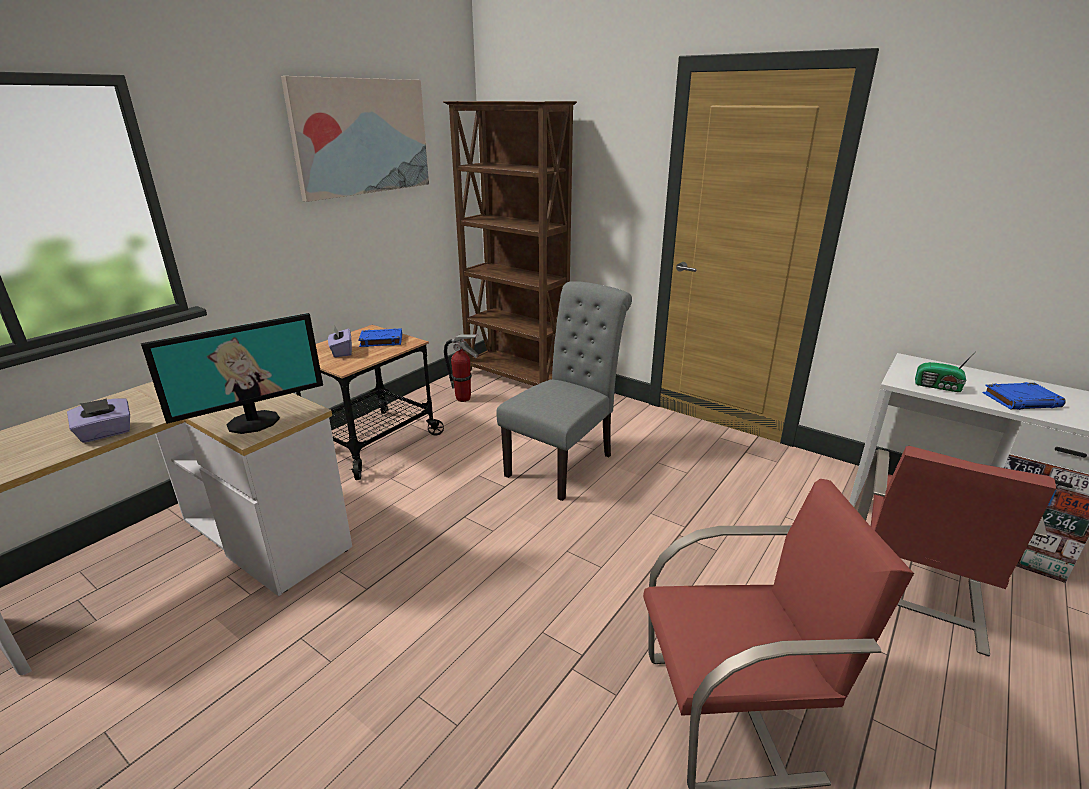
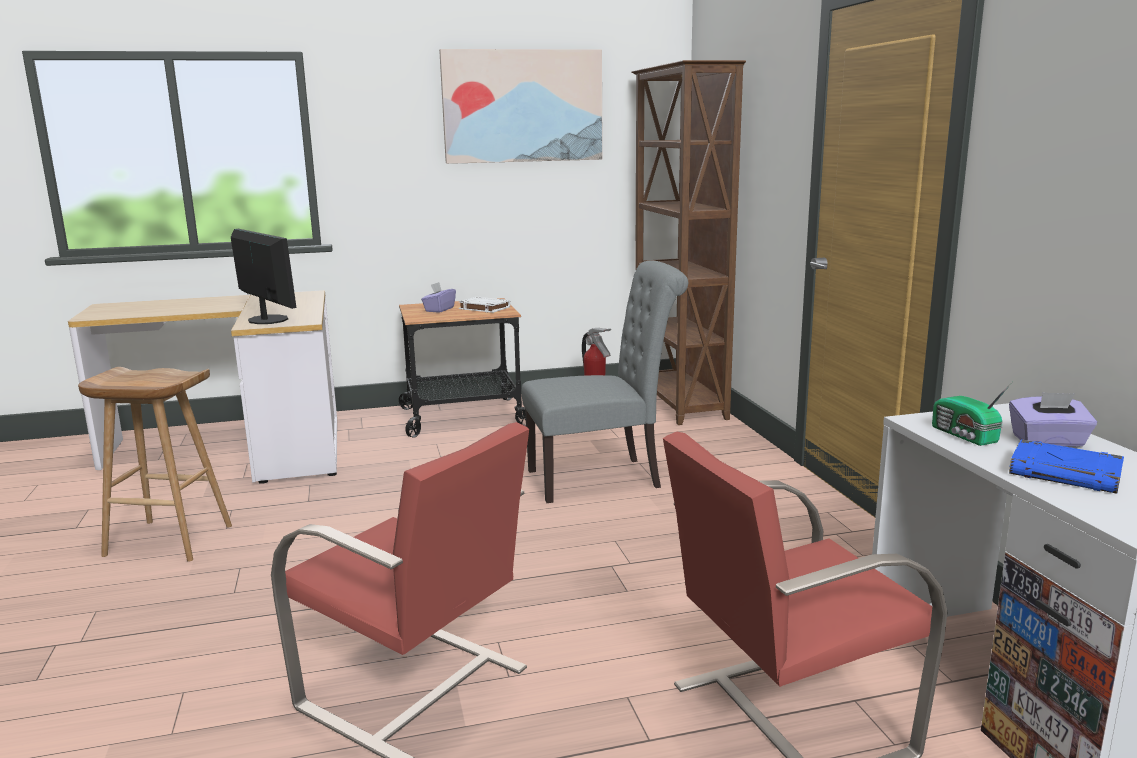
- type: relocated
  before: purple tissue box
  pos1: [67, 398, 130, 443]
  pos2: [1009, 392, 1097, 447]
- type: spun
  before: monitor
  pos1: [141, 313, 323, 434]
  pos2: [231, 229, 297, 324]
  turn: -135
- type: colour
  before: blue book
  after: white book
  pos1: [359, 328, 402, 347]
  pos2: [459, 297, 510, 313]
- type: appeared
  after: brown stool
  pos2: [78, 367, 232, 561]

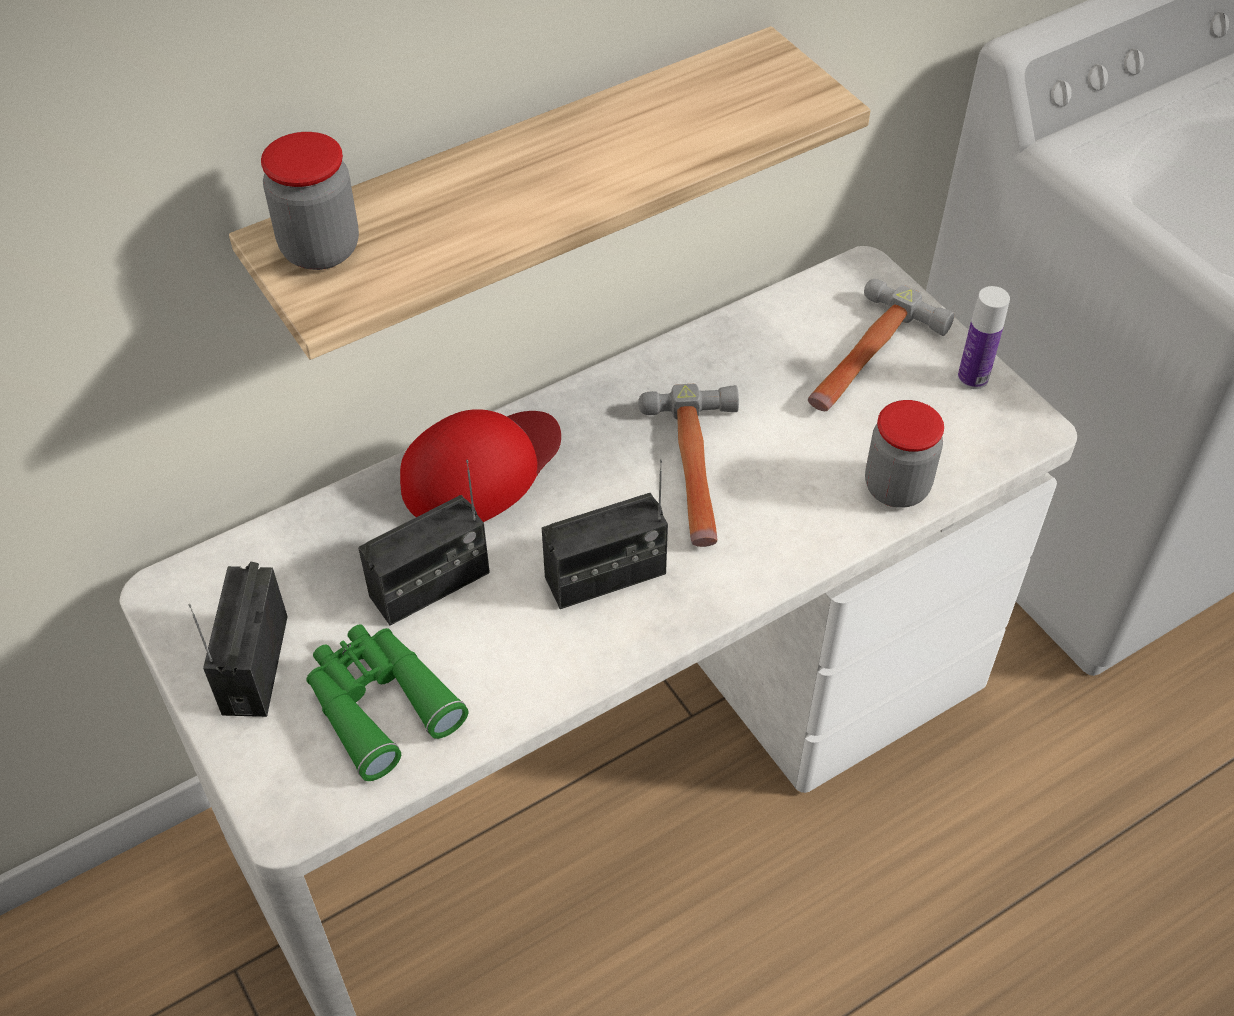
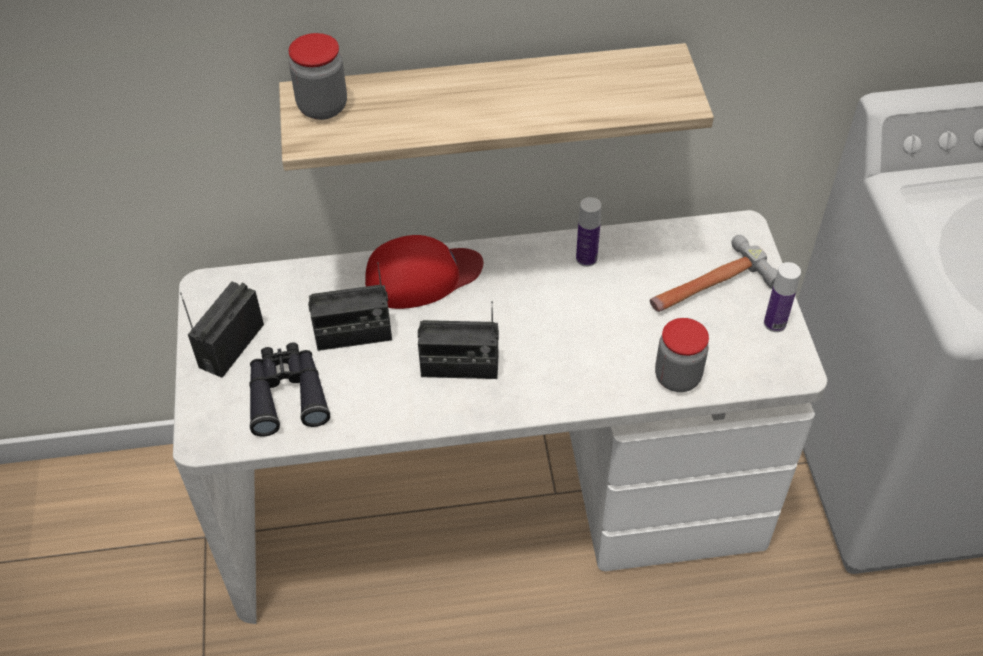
- type: colour
  before: green binoculars
  after: black binoculars
  pos1: [306, 624, 468, 781]
  pos2: [249, 342, 330, 437]
- type: missing
  before: hammer
  pos1: [638, 384, 739, 547]
- type: appeared
  after: bottle
  pos2: [576, 197, 601, 267]

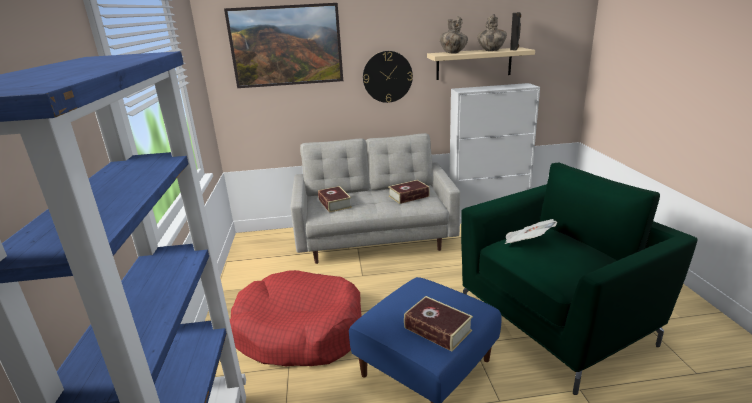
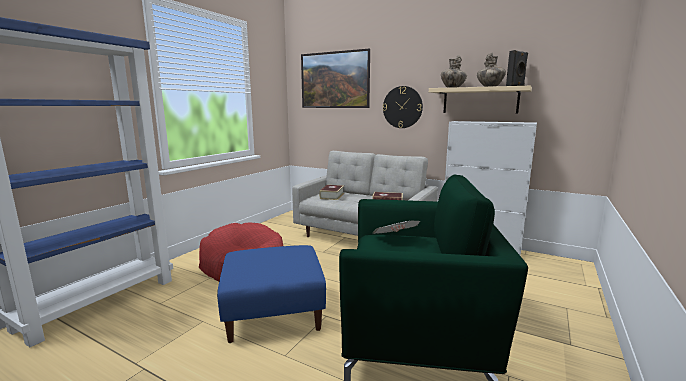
- type: missing
  before: book
  pos1: [404, 296, 473, 351]

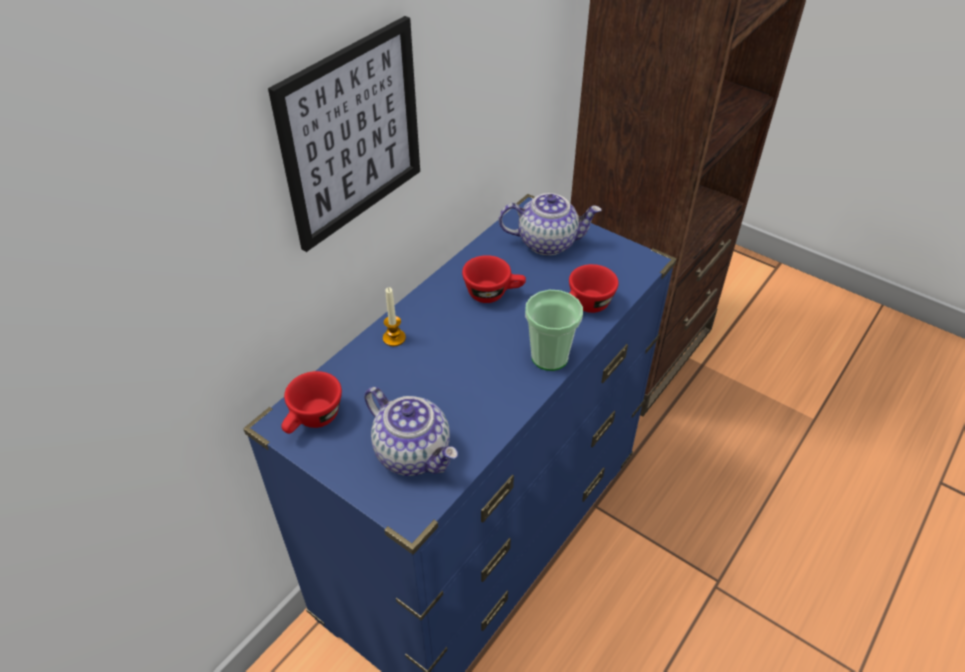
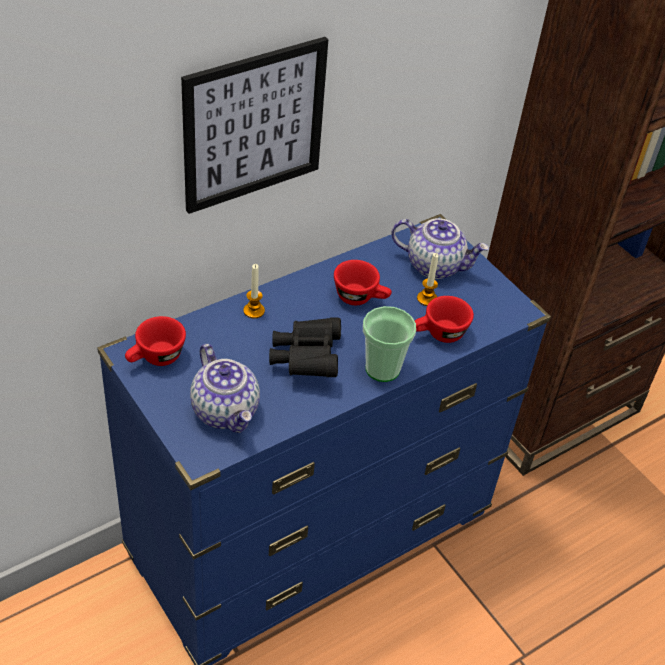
- type: appeared
  after: black binoculars
  pos2: [269, 317, 341, 377]
- type: appeared
  after: candle
  pos2: [417, 253, 439, 306]

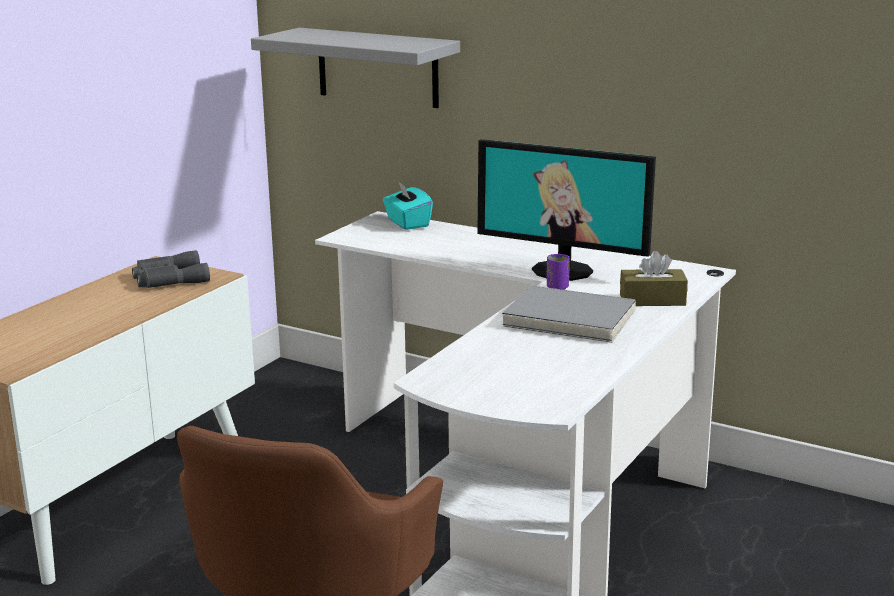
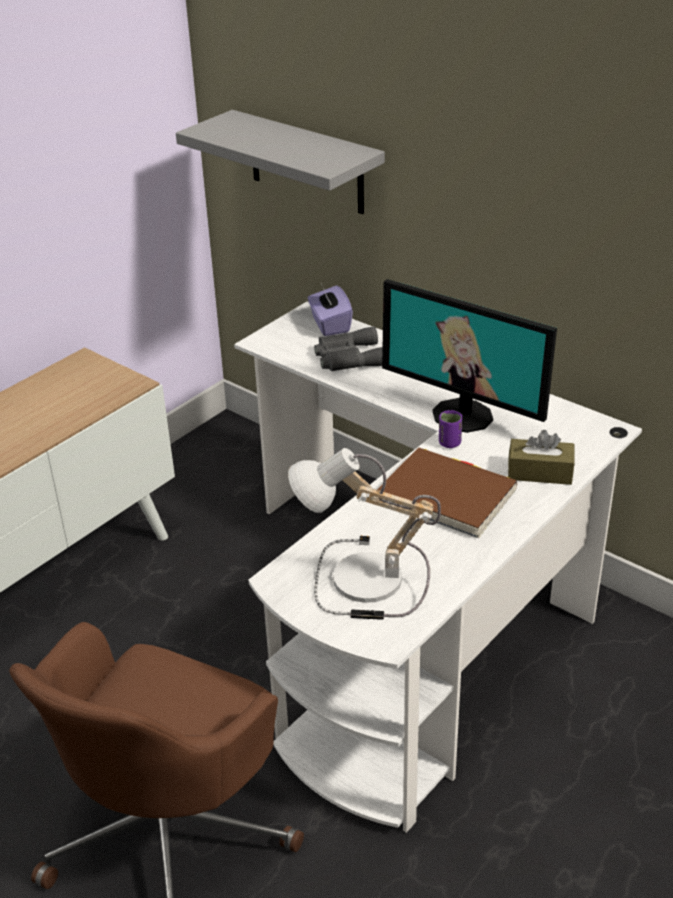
- type: relocated
  before: grey binoculars
  pos1: [132, 250, 210, 288]
  pos2: [314, 327, 383, 371]
- type: colour
  before: turquoise tissue box
  after: purple tissue box
  pos1: [383, 181, 433, 230]
  pos2: [308, 283, 353, 336]
- type: colour
  before: grey book
  after: brown book
  pos1: [502, 285, 636, 343]
  pos2: [377, 447, 517, 539]
- type: appeared
  after: table lamp
  pos2: [288, 448, 441, 620]

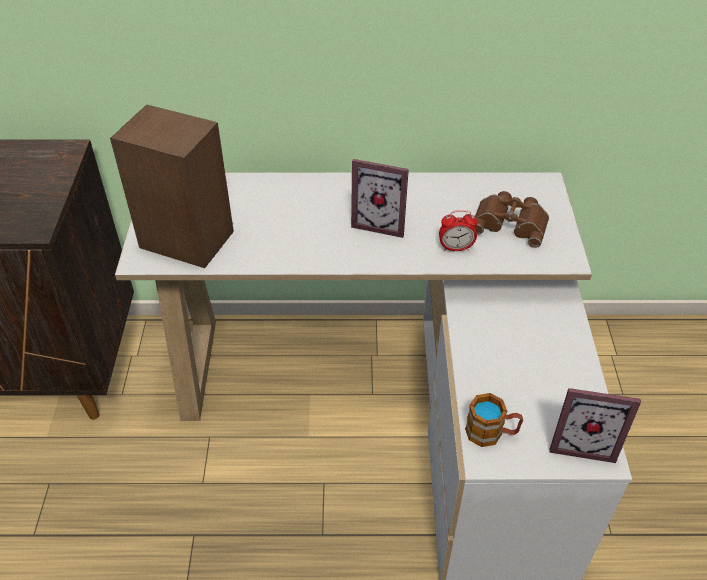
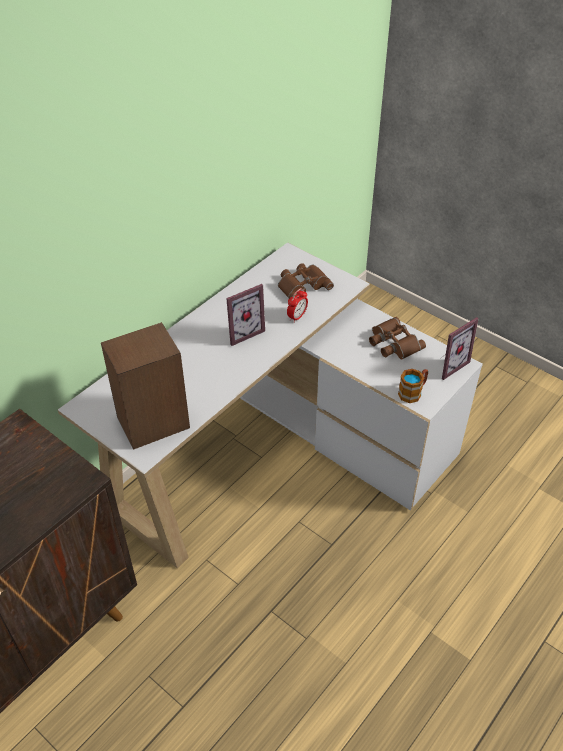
- type: appeared
  after: brown binoculars
  pos2: [369, 317, 426, 360]

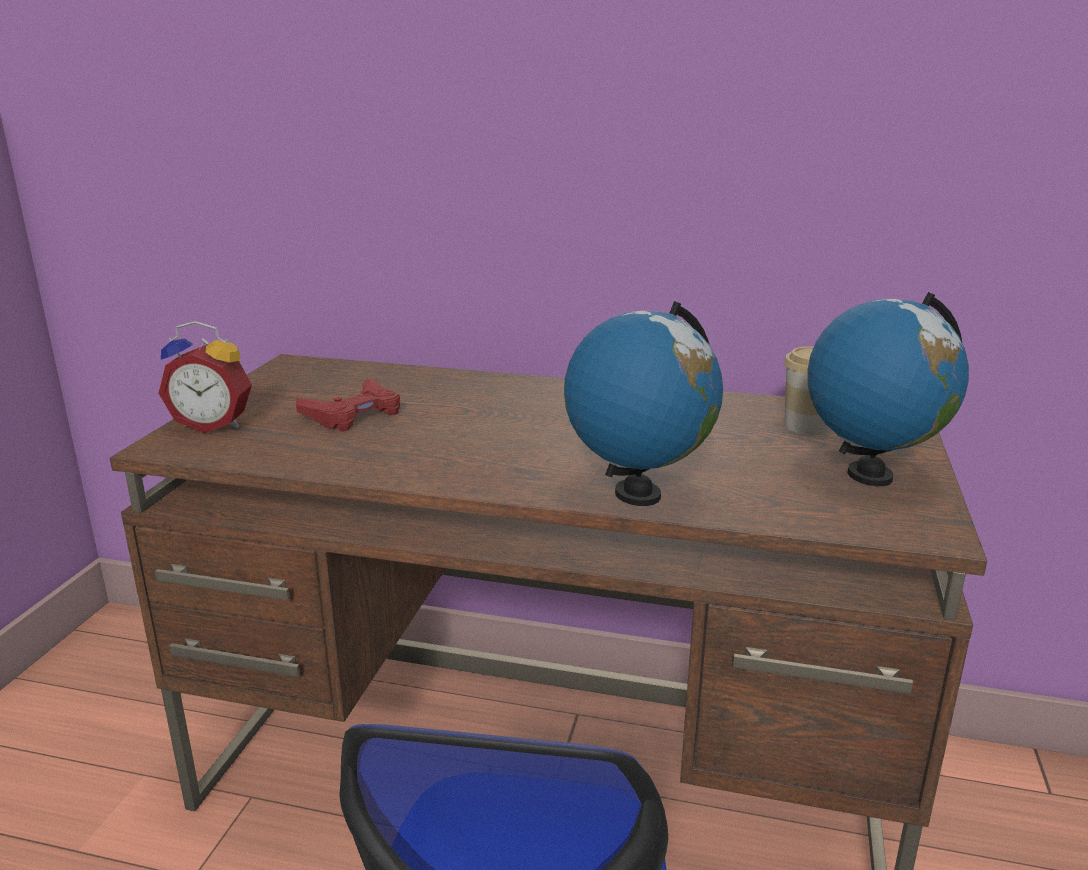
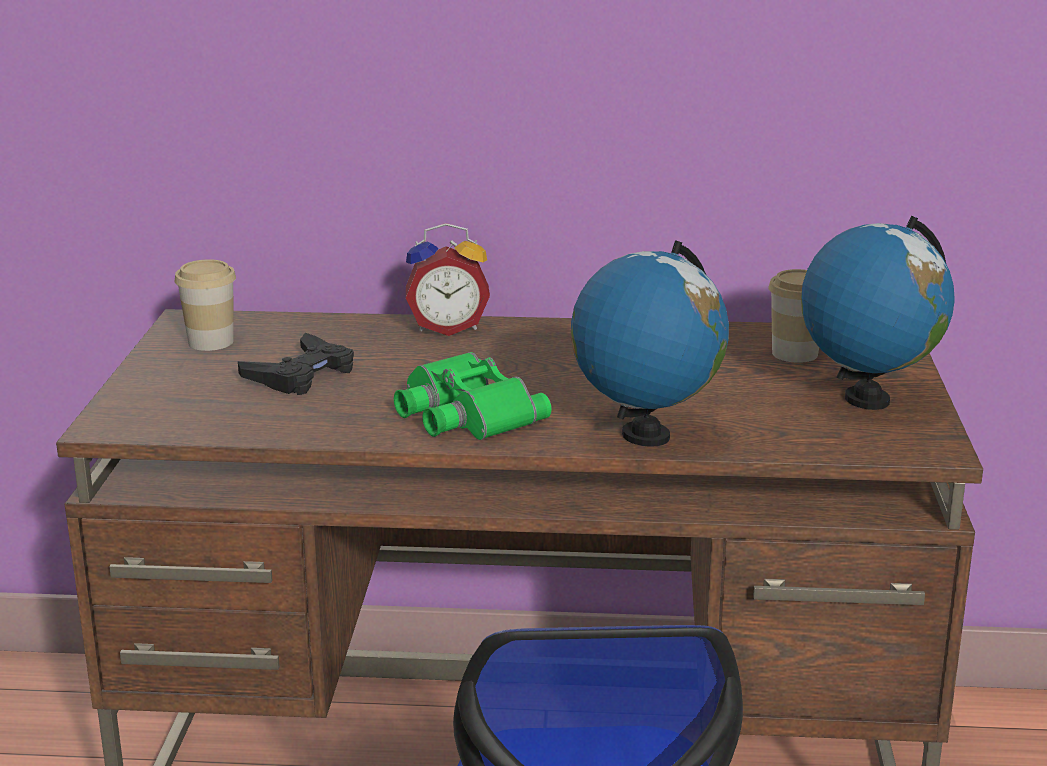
- type: relocated
  before: alarm clock
  pos1: [158, 321, 252, 433]
  pos2: [406, 223, 490, 336]
- type: colour
  before: red game controller
  after: black game controller
  pos1: [296, 378, 400, 431]
  pos2: [238, 333, 354, 395]
- type: appeared
  after: cup
  pos2: [174, 259, 236, 351]
- type: appeared
  after: green binoculars
  pos2: [394, 352, 552, 440]

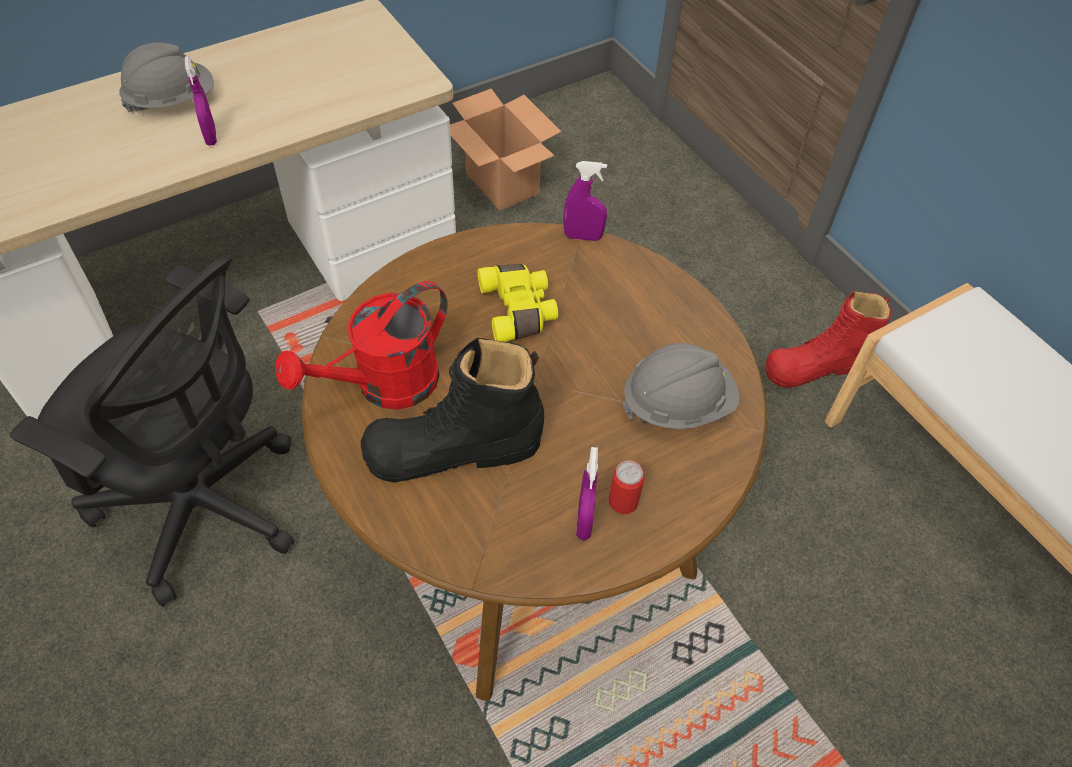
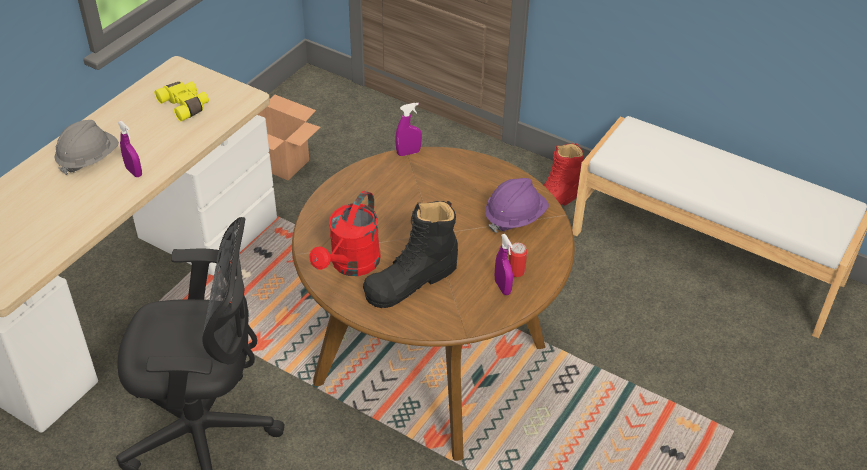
- type: relocated
  before: yellow binoculars
  pos1: [478, 264, 558, 342]
  pos2: [154, 81, 209, 122]
- type: colour
  before: grey hard hat
  after: purple hard hat
  pos1: [622, 343, 740, 429]
  pos2: [485, 178, 549, 233]

